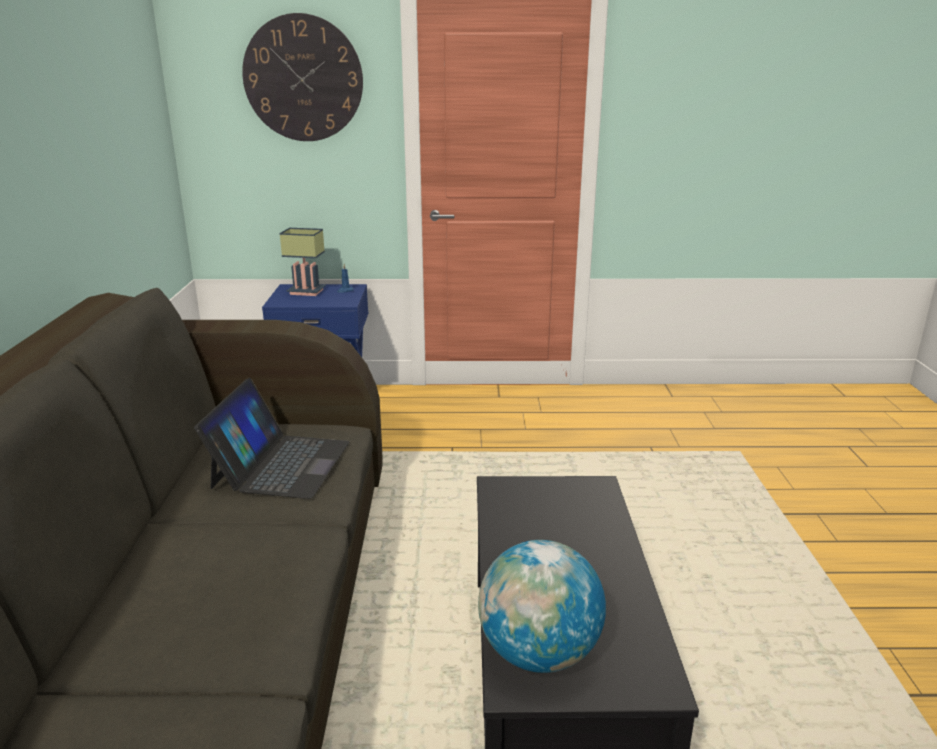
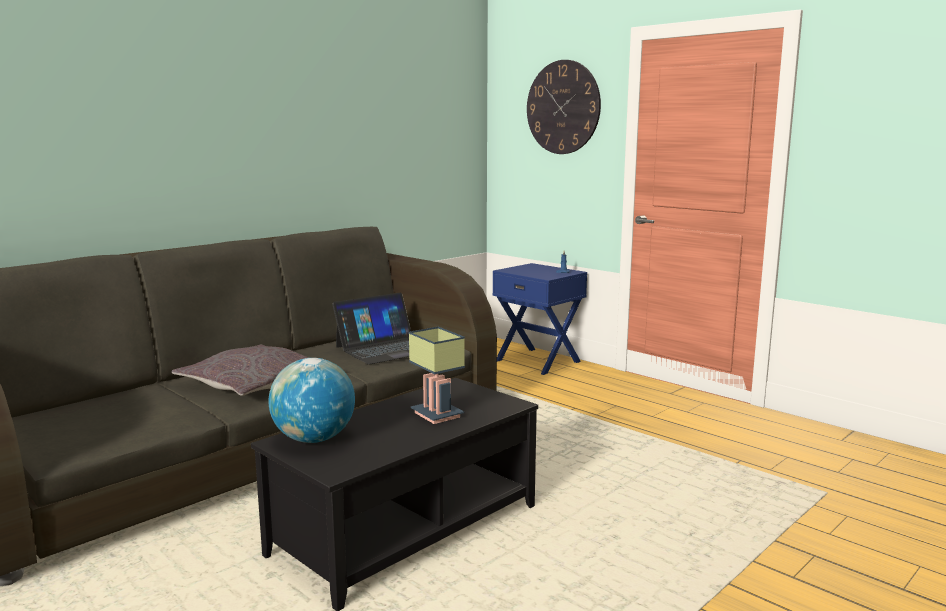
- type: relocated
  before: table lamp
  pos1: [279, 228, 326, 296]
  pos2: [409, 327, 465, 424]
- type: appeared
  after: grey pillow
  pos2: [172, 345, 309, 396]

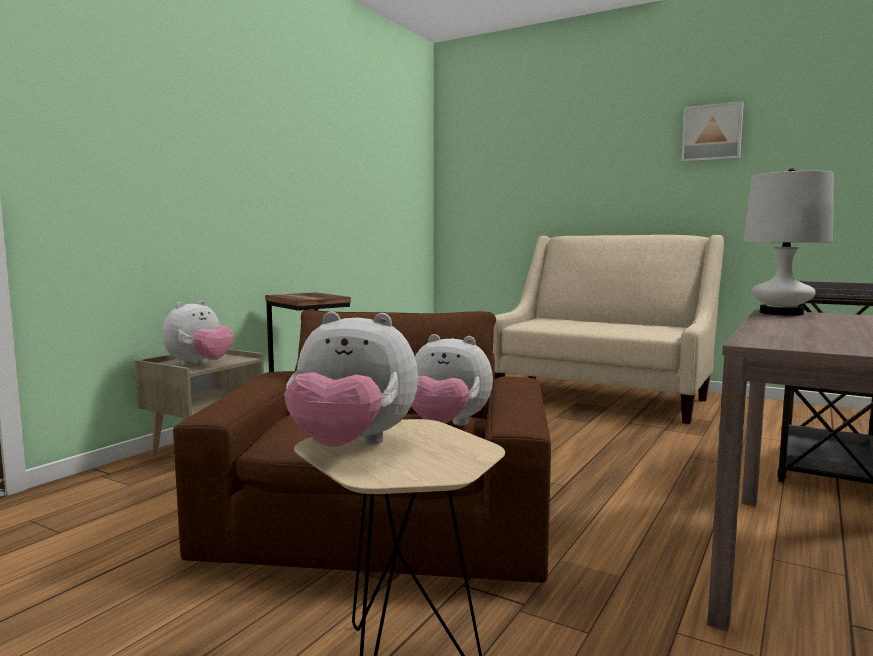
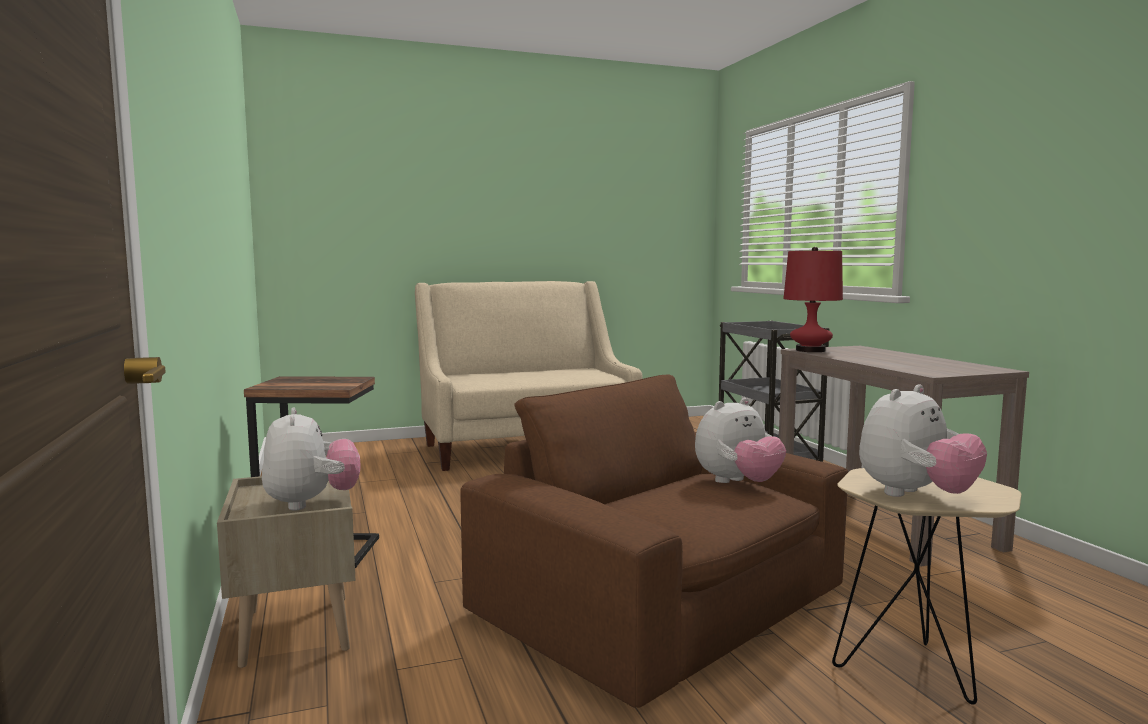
- type: missing
  before: picture
  pos1: [681, 101, 744, 162]
- type: colour
  before: white table lamp
  after: red table lamp
  pos1: [743, 168, 834, 316]
  pos2: [783, 247, 843, 352]

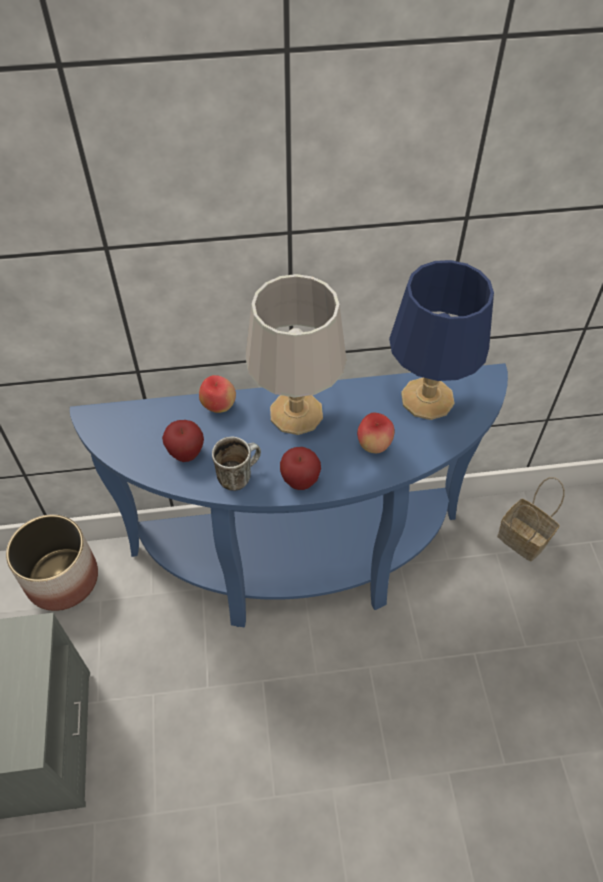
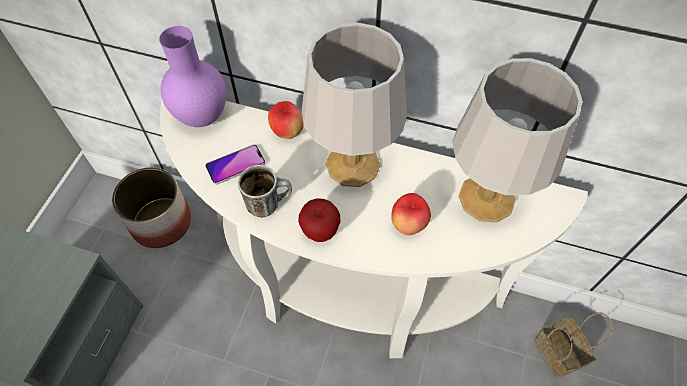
- type: colour
  before: blue console table
  after: white console table
  pos1: [70, 363, 508, 627]
  pos2: [160, 100, 588, 358]
- type: exchanged
  before: apple
  after: phone
  pos1: [162, 420, 204, 462]
  pos2: [205, 144, 266, 185]
- type: colour
  before: blue table lamp
  after: grey table lamp
  pos1: [389, 260, 494, 420]
  pos2: [453, 58, 583, 223]
- type: appeared
  after: purple vase
  pos2: [159, 26, 226, 127]

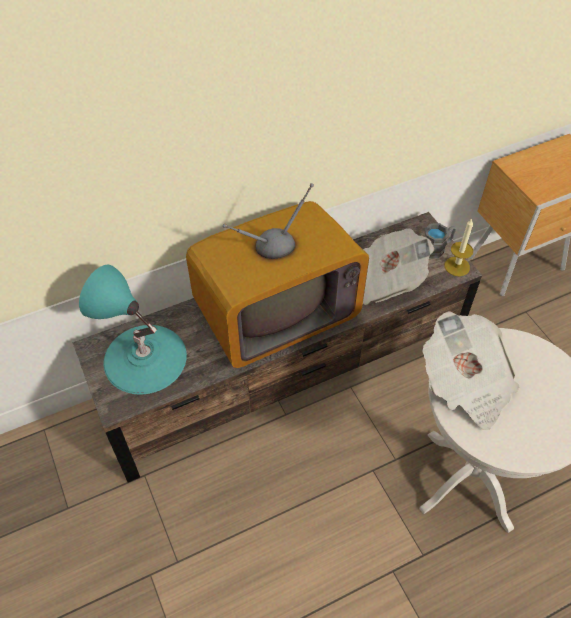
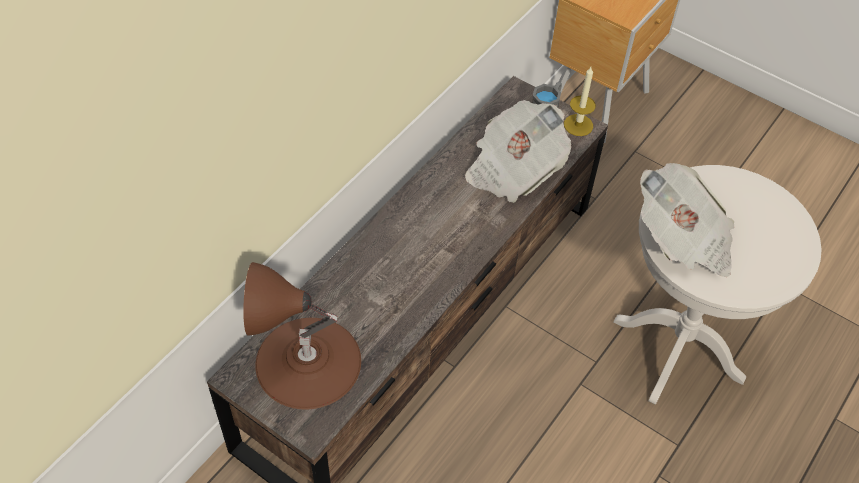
- type: colour
  before: turquoise table lamp
  after: brown table lamp
  pos1: [79, 264, 187, 394]
  pos2: [243, 262, 361, 409]
- type: missing
  before: television
  pos1: [186, 183, 369, 368]

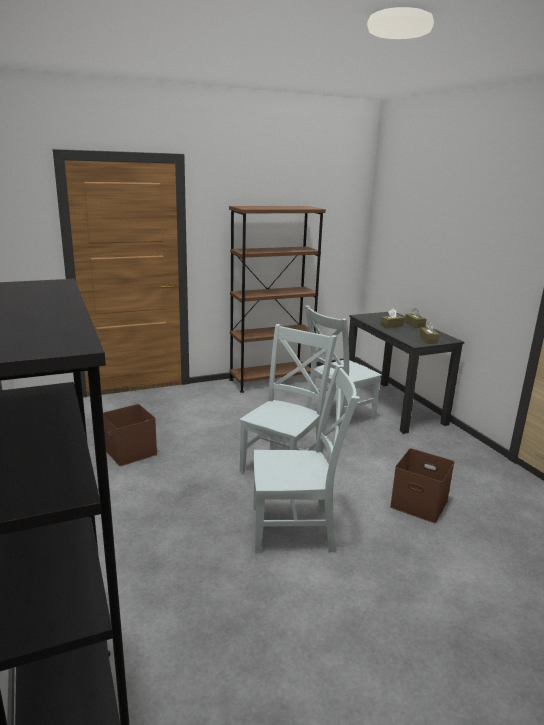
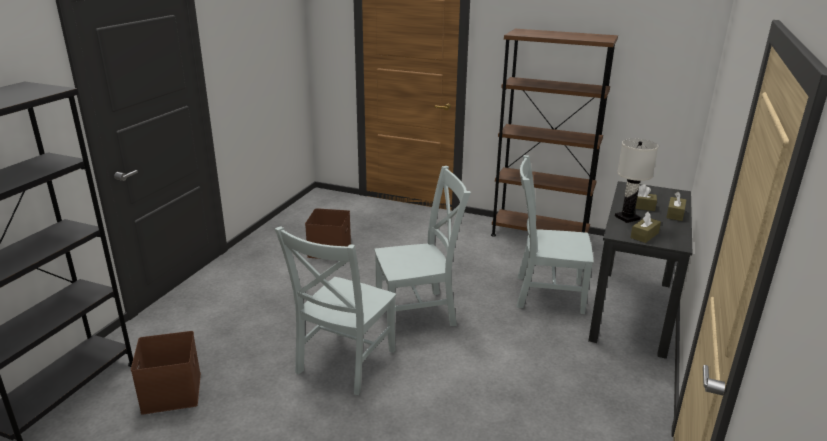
- type: spun
  before: grey chair
  pos1: [253, 365, 360, 553]
  pos2: [275, 226, 396, 395]
  turn: 75
- type: relocated
  before: brown storage box
  pos1: [390, 448, 454, 523]
  pos2: [131, 331, 201, 415]
- type: appeared
  after: white table lamp
  pos2: [615, 139, 658, 223]

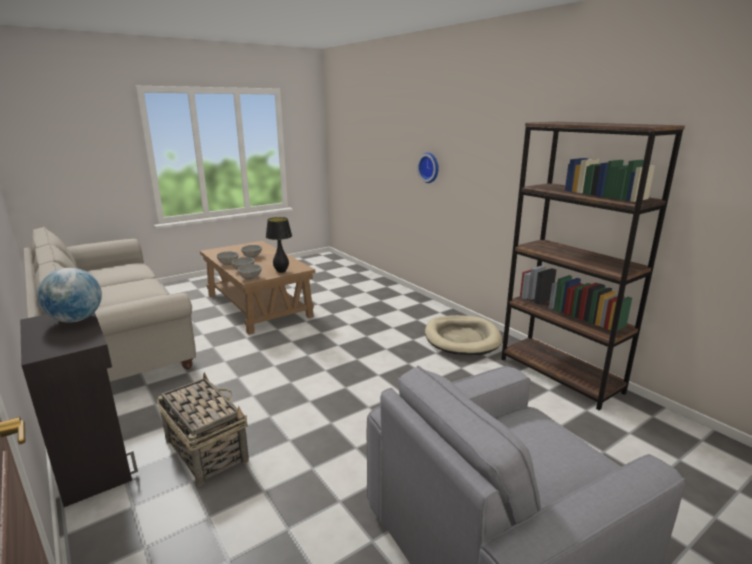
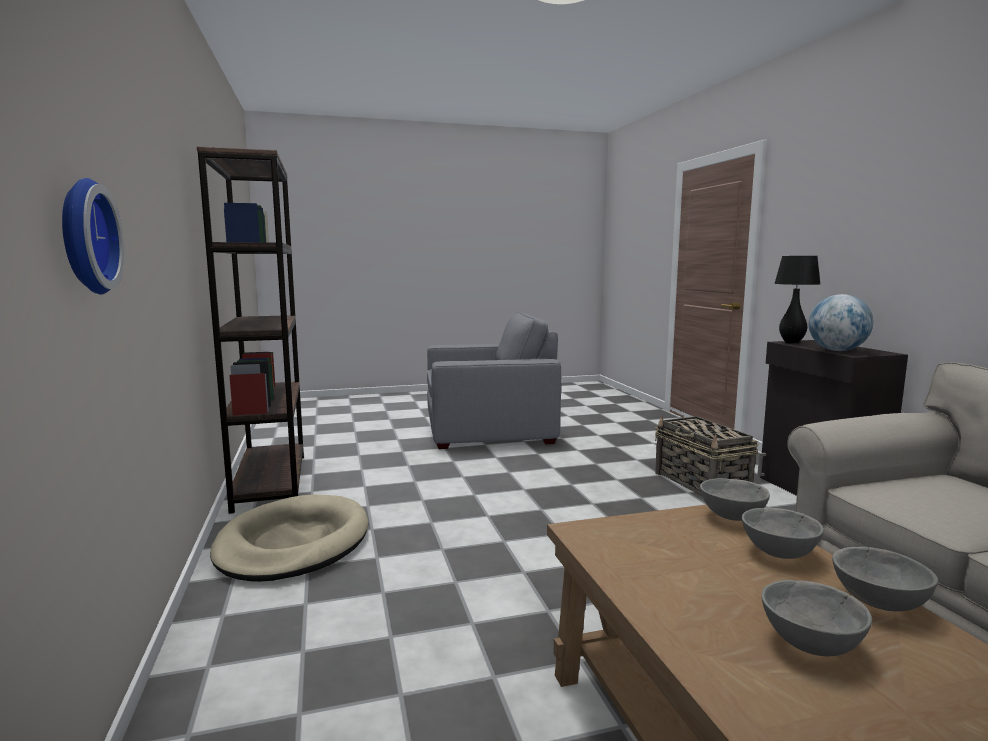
- type: relocated
  before: black table lamp
  pos1: [266, 217, 292, 273]
  pos2: [774, 256, 820, 344]

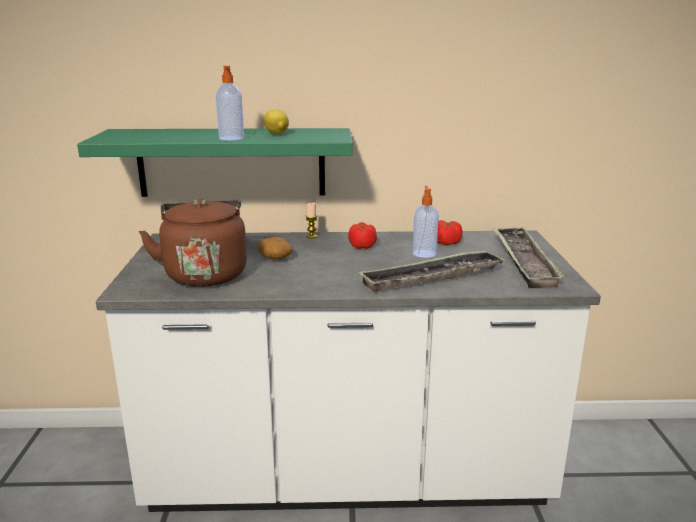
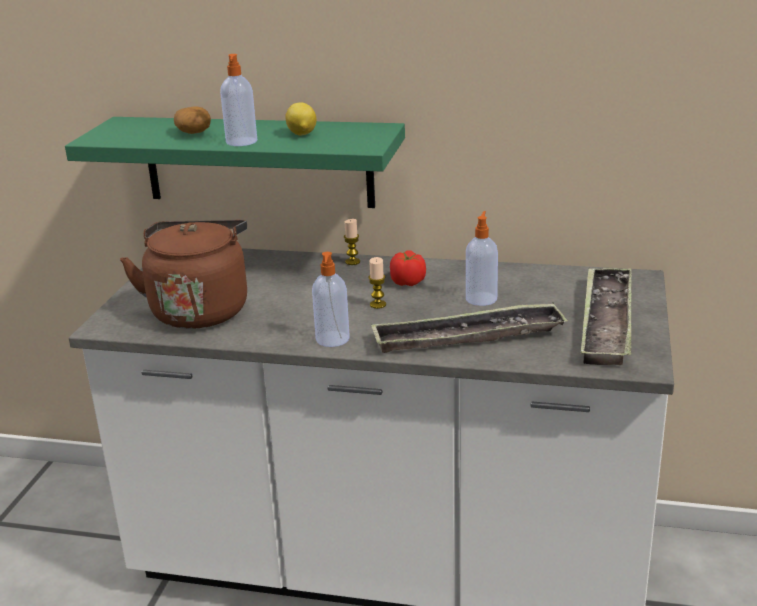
- type: relocated
  before: potato
  pos1: [257, 237, 292, 260]
  pos2: [174, 106, 211, 134]
- type: missing
  before: tomato
  pos1: [437, 220, 462, 246]
- type: appeared
  after: soap dispenser
  pos2: [312, 252, 350, 347]
- type: appeared
  after: candle
  pos2: [368, 257, 386, 309]

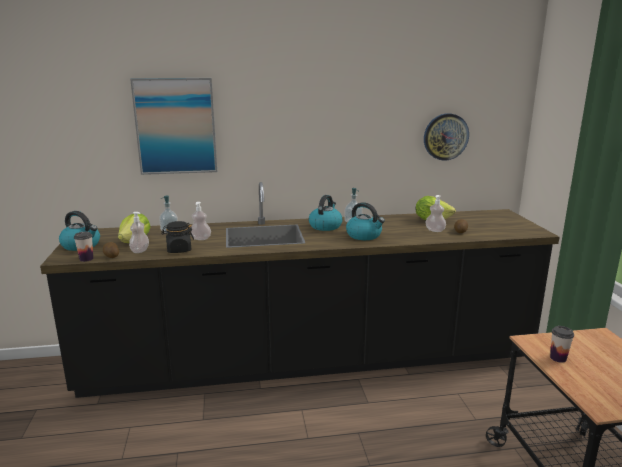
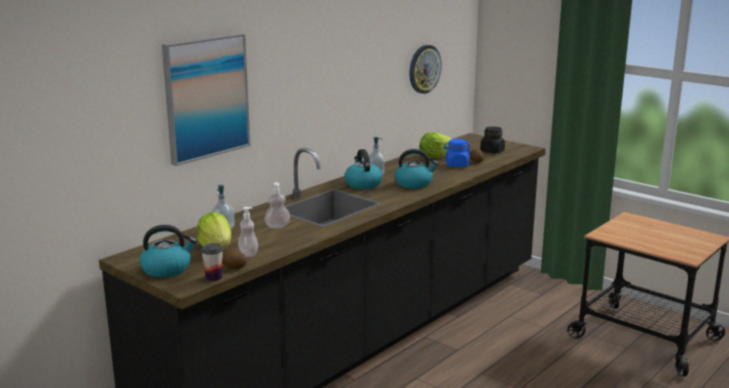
- type: relocated
  before: black jar
  pos1: [161, 221, 194, 253]
  pos2: [480, 127, 505, 153]
- type: exchanged
  before: soap dispenser
  after: blue jar
  pos1: [425, 195, 446, 232]
  pos2: [443, 139, 471, 167]
- type: missing
  before: cup
  pos1: [550, 326, 574, 363]

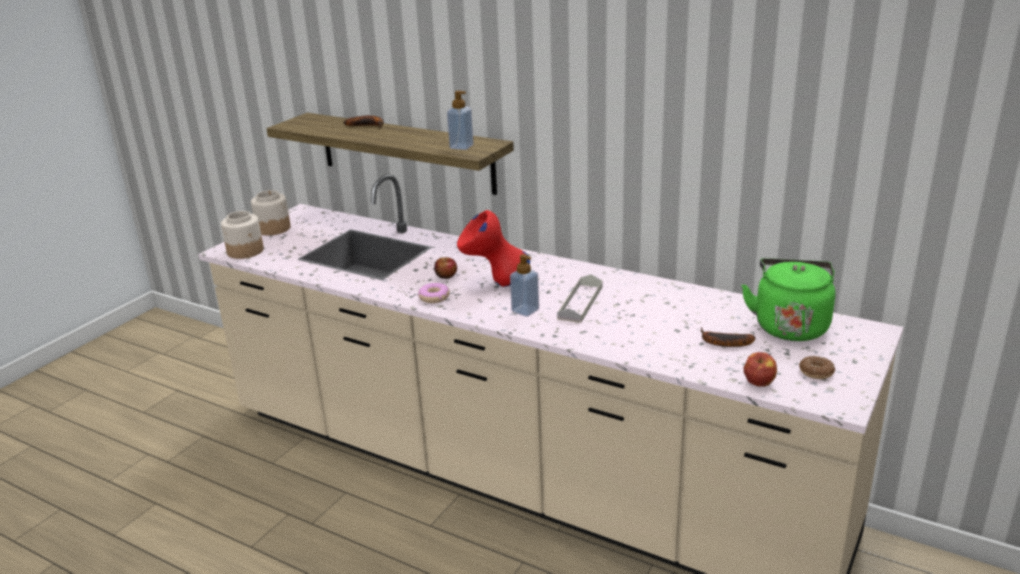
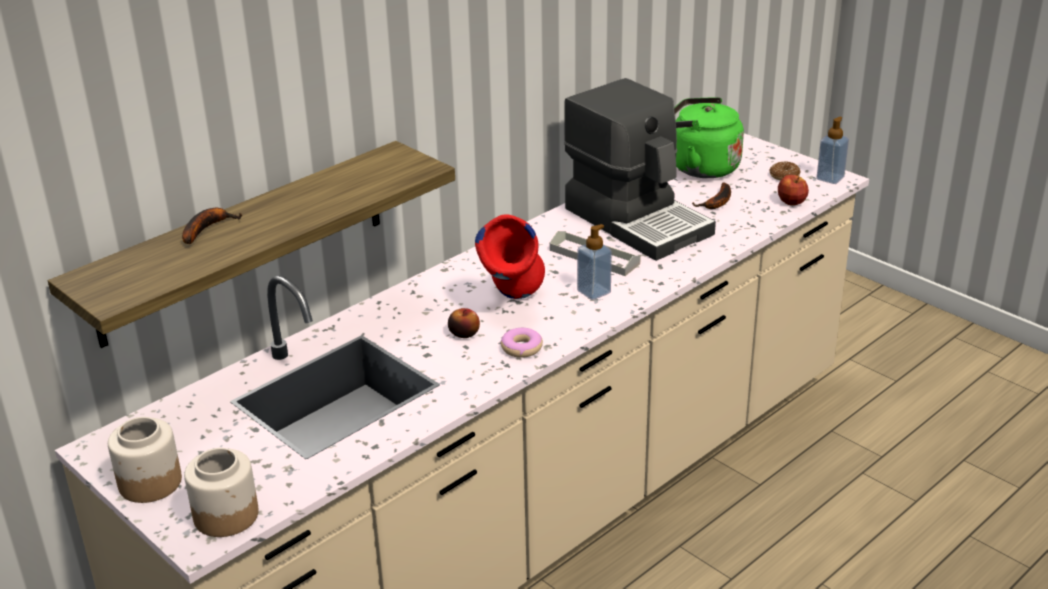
- type: relocated
  before: soap dispenser
  pos1: [447, 91, 474, 150]
  pos2: [816, 117, 849, 184]
- type: appeared
  after: coffee machine
  pos2: [564, 78, 716, 261]

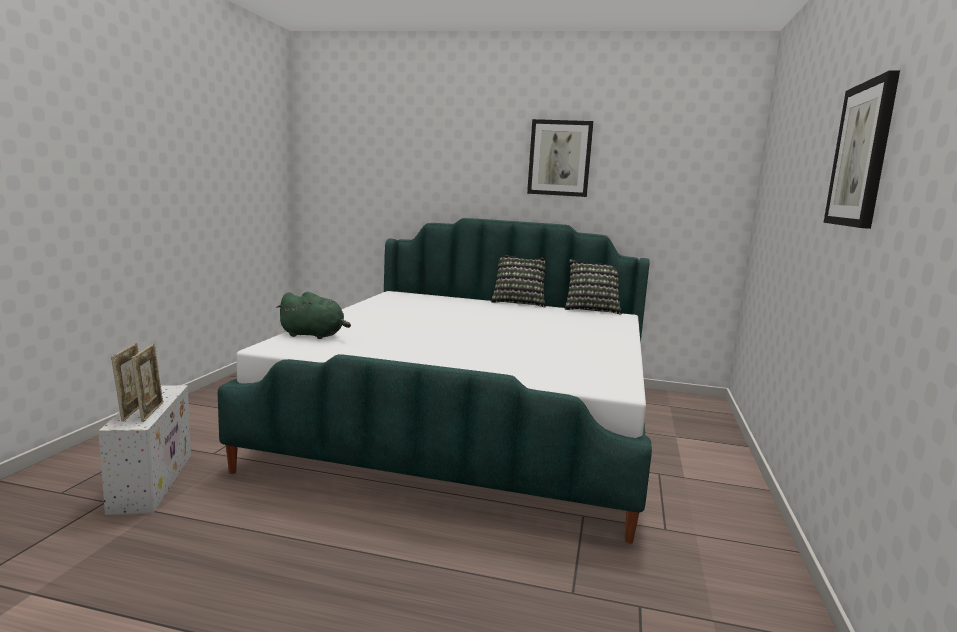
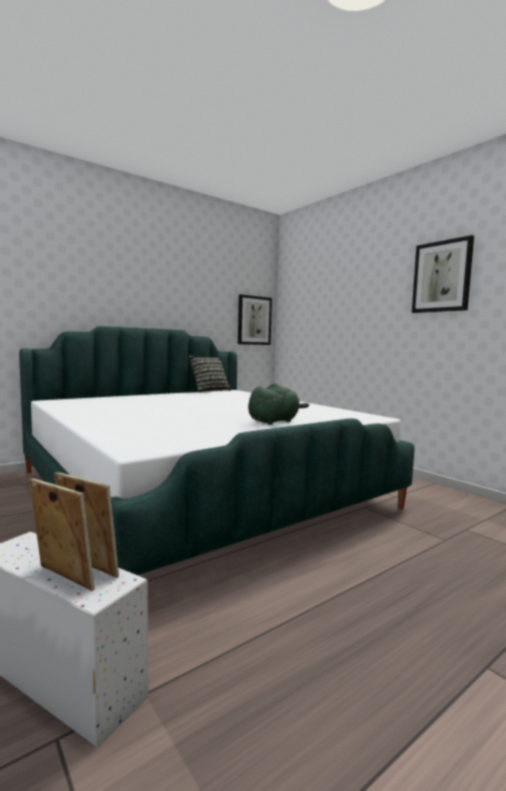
- type: relocated
  before: green plush toy
  pos1: [276, 292, 351, 339]
  pos2: [248, 383, 309, 425]
- type: missing
  before: pillow
  pos1: [491, 256, 546, 307]
- type: relocated
  before: picture
  pos1: [527, 119, 593, 197]
  pos2: [238, 294, 272, 345]

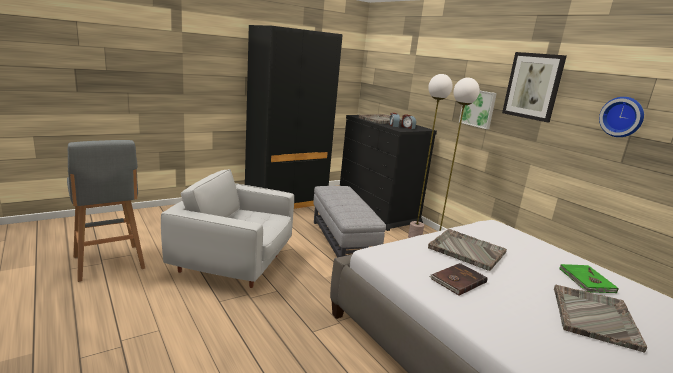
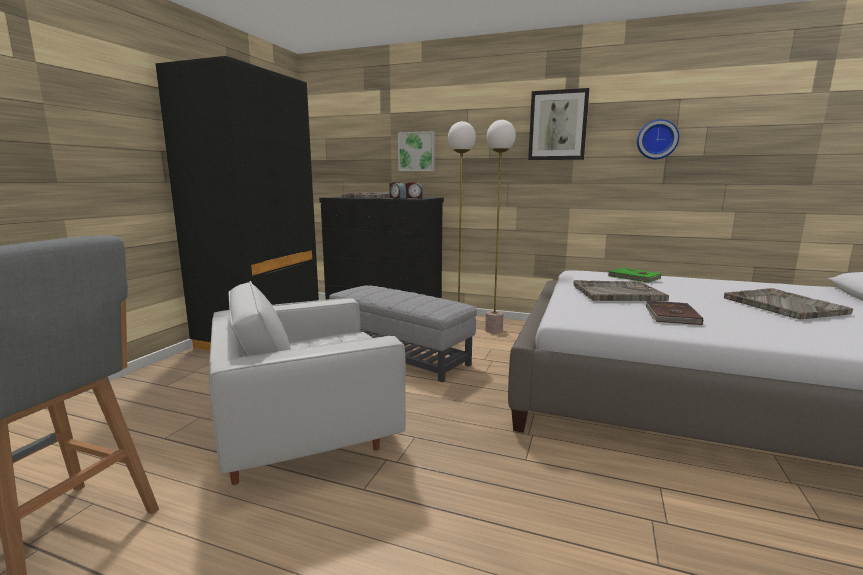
- type: relocated
  before: picture
  pos1: [459, 91, 497, 129]
  pos2: [398, 131, 435, 171]
- type: relocated
  before: green book
  pos1: [559, 264, 618, 293]
  pos2: [608, 268, 661, 283]

